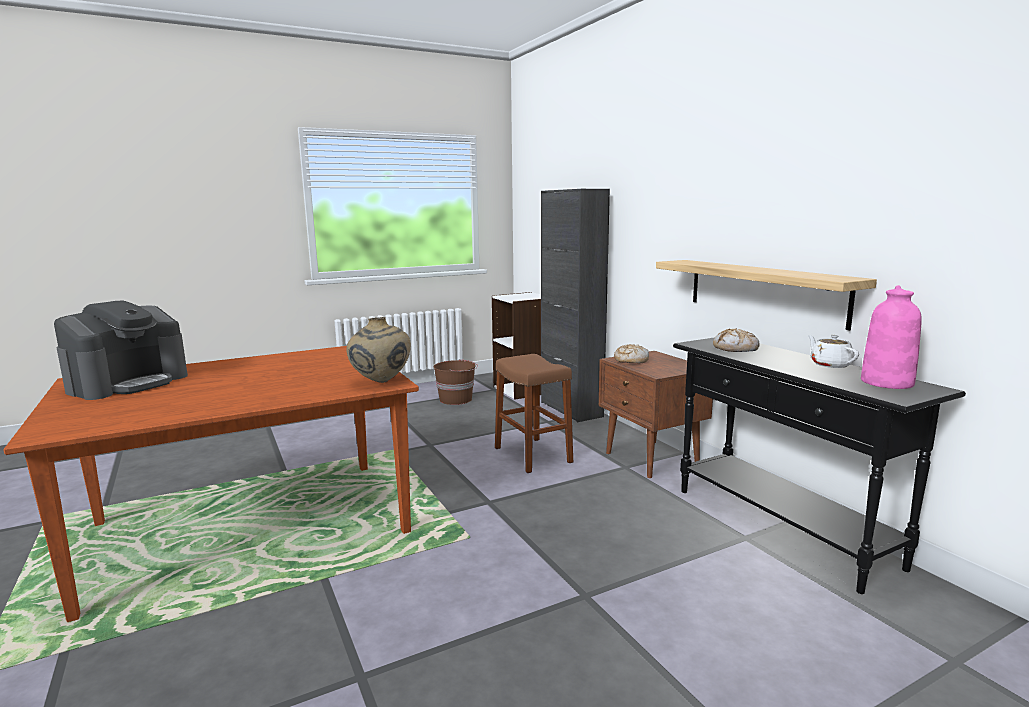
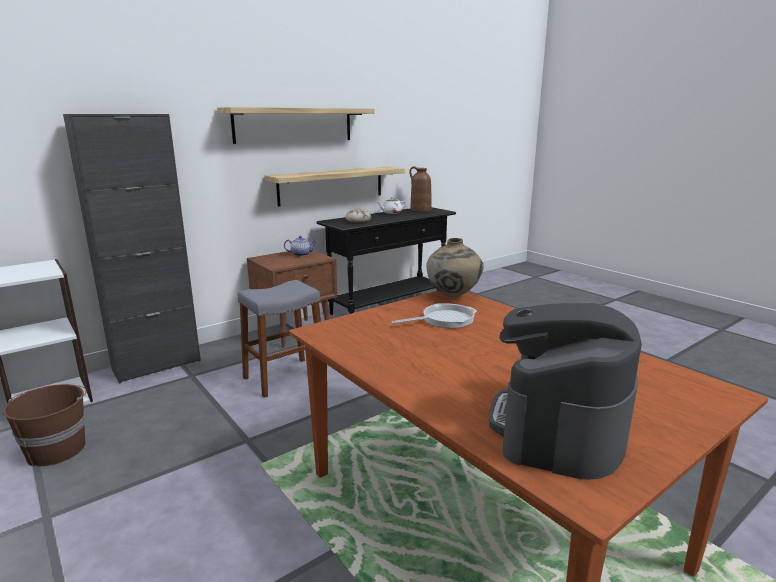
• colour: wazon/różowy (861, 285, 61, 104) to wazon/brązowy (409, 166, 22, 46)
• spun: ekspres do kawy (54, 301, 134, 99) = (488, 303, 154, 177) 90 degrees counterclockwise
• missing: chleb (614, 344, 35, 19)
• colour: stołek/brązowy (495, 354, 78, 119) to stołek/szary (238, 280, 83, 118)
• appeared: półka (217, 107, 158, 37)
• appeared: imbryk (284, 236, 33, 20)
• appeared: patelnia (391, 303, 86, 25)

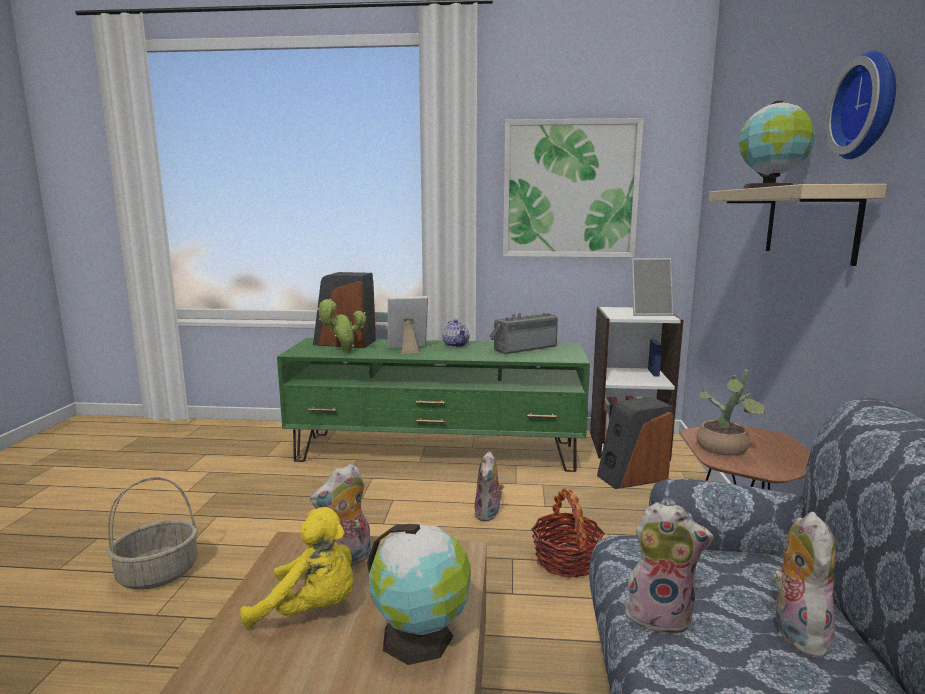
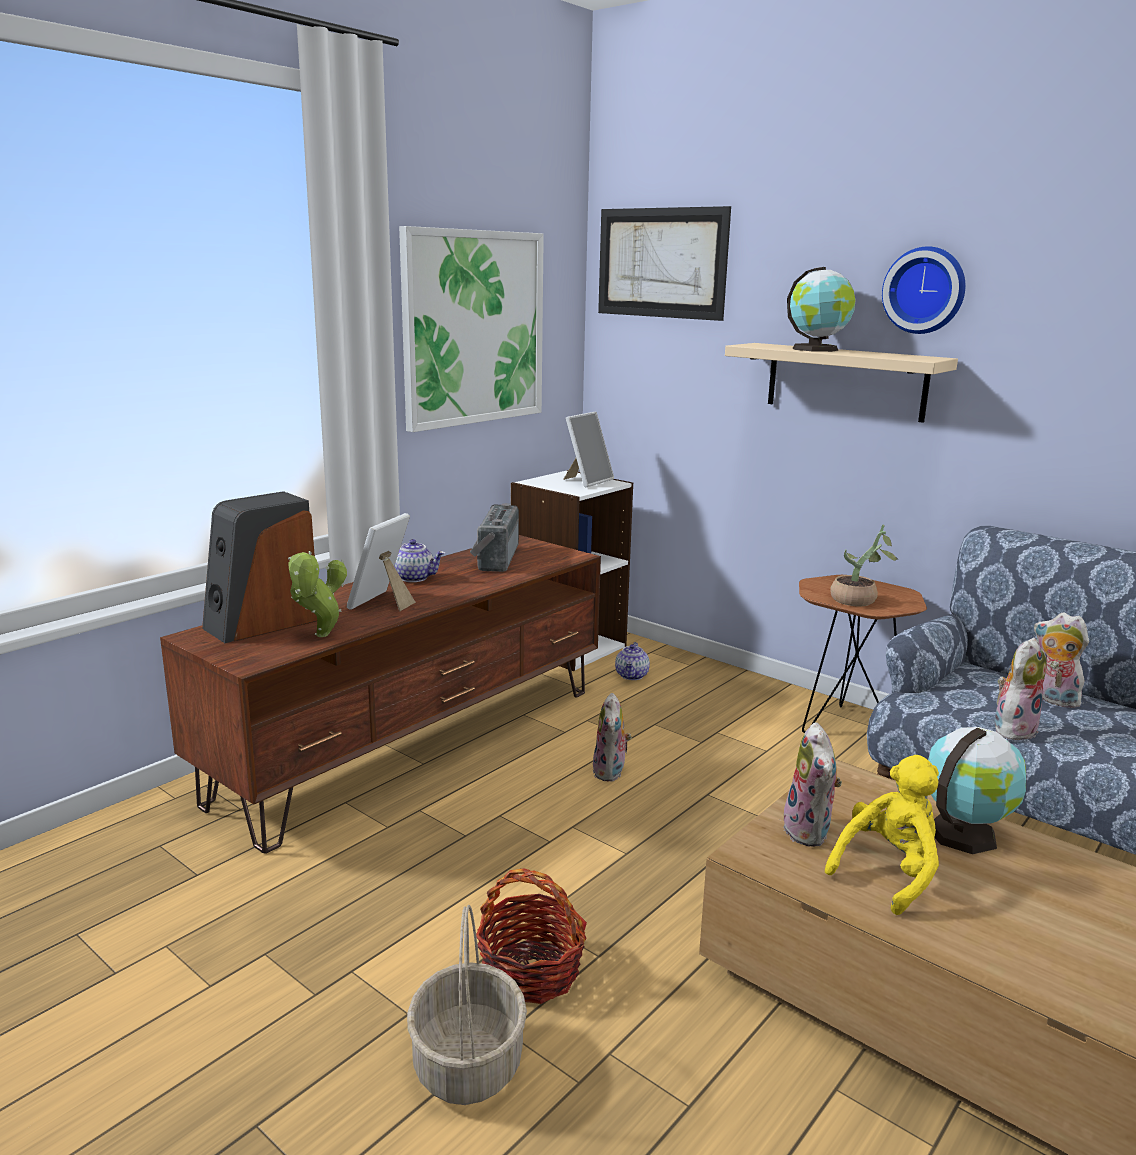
• colour: szafka pod telewizor/zielony (277, 338, 313, 134) to szafka pod telewizor/brązowy (160, 535, 441, 319)
• exchanged: głośnik (597, 397, 77, 92) to imbryk (615, 642, 35, 38)
• spun: pluszak (474, 451, 30, 71) = (592, 693, 40, 89) 45 degrees clockwise
• relocated: koszyk (531, 488, 74, 90) to (476, 868, 111, 136)
• appeared: obraz (598, 206, 133, 115)

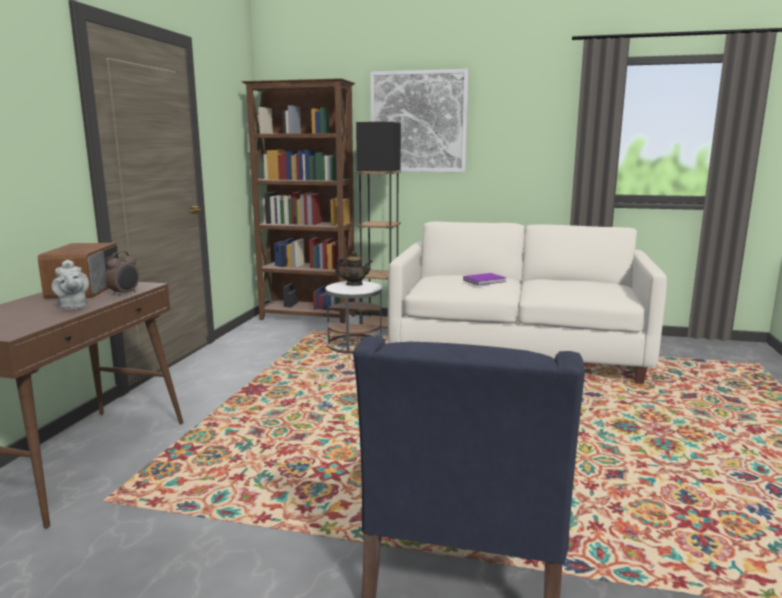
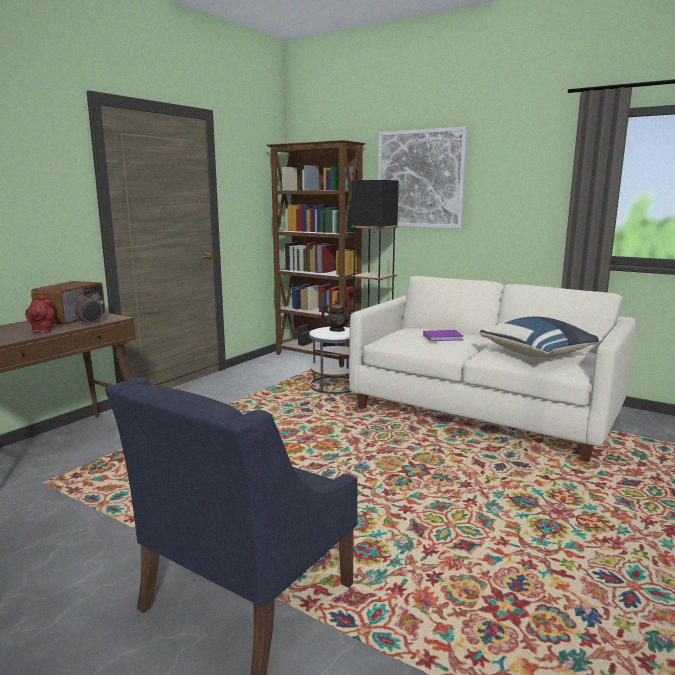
• colour: imbryk/szary (52, 259, 37, 50) to imbryk/czerwony (25, 294, 30, 39)
• appeared: poduszka/niebieski (480, 317, 123, 41)

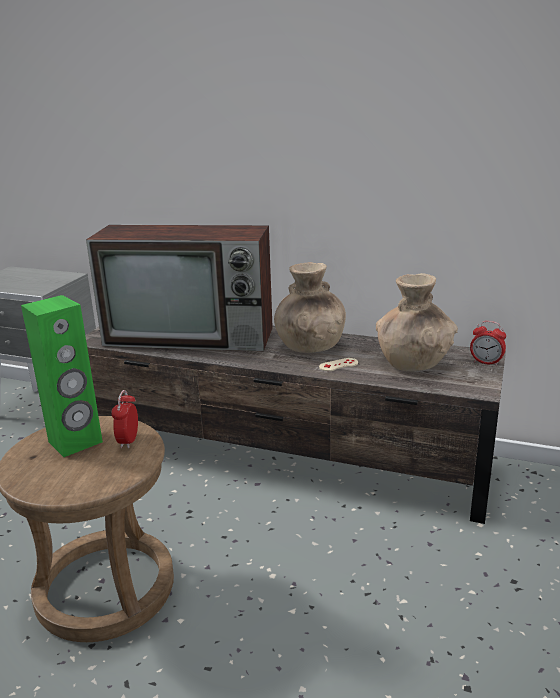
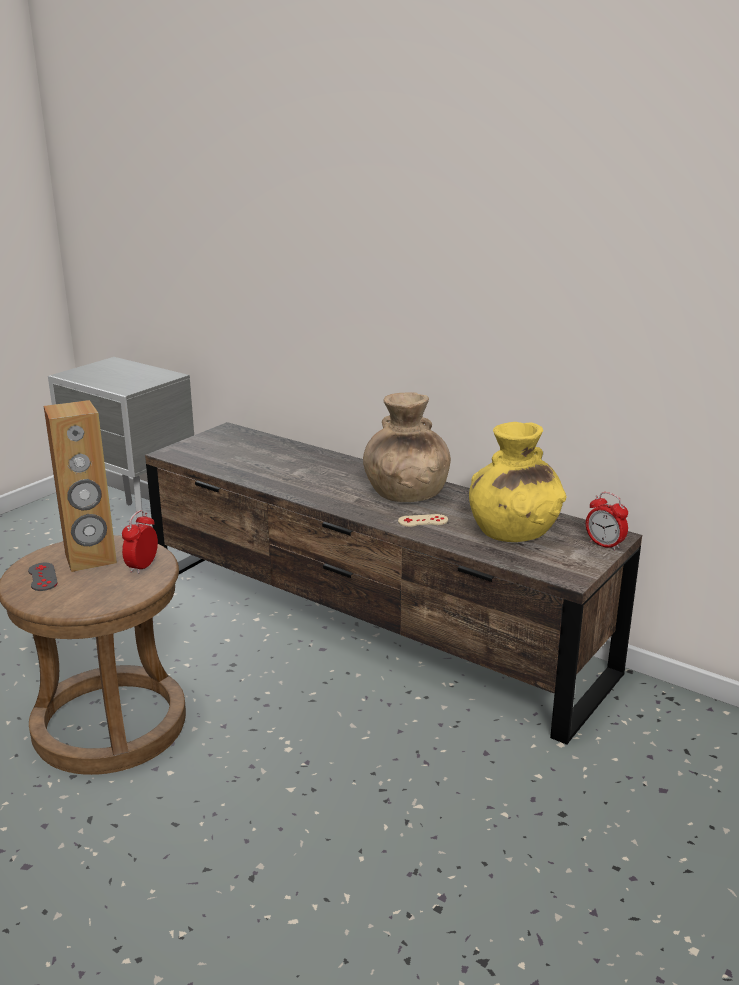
• missing: telewizor (86, 225, 187, 126)
• colour: wazon/brązowy (376, 273, 82, 98) to wazon/żółty (469, 422, 97, 120)
• colour: głośnik/zielony (21, 295, 82, 162) to głośnik/brązowy (44, 400, 73, 172)
• appeared: pad do gier/szary (28, 563, 30, 28)

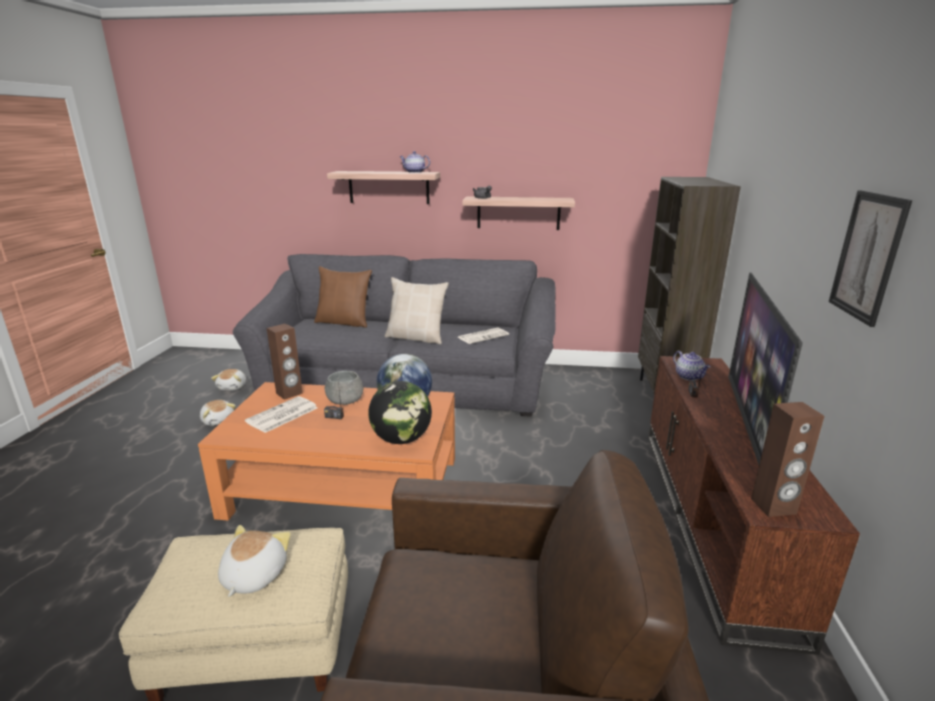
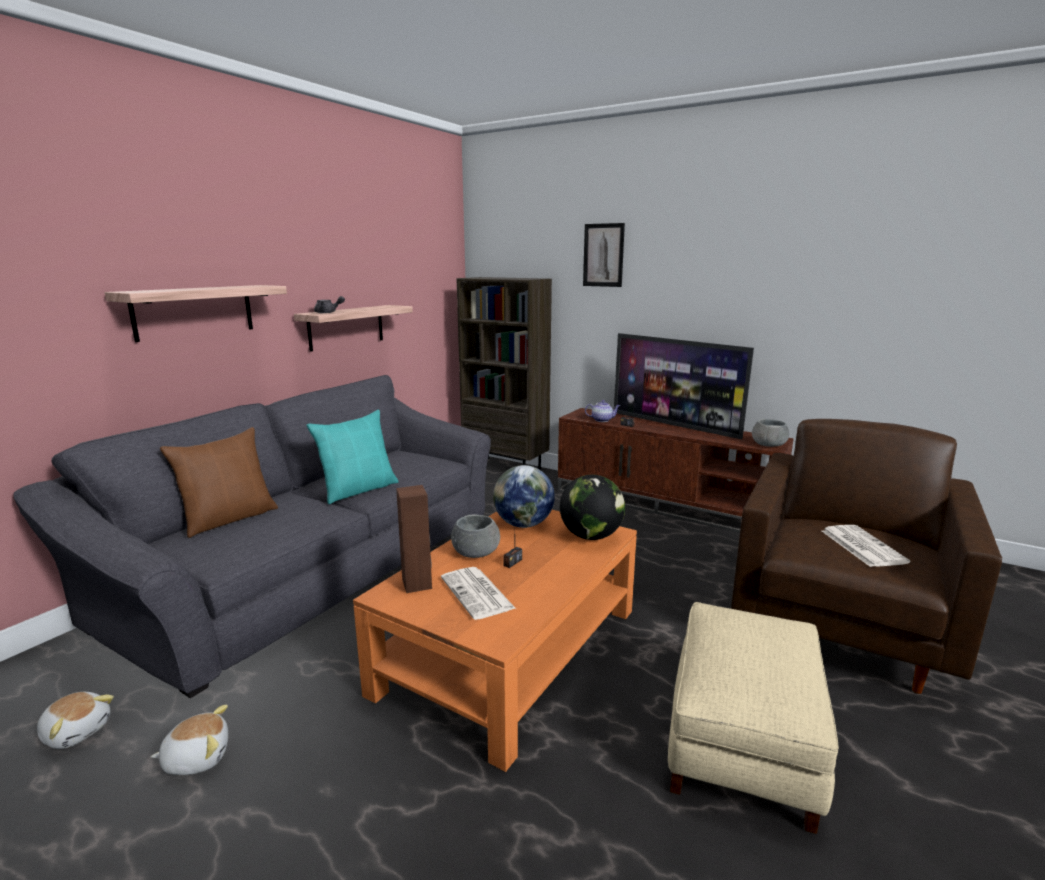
• missing: imbryk (399, 151, 31, 22)
• relocated: obraz (829, 190, 83, 137) to (583, 223, 42, 64)
• colour: poduszka/beżowy (385, 277, 64, 68) to poduszka/turkusowy (306, 410, 92, 94)
• relocated: gazeta (458, 328, 51, 16) to (822, 525, 88, 42)
• exchanged: głośnik/brązowy (751, 402, 73, 115) to miska/szary (752, 419, 37, 28)
• missing: pluszak (218, 525, 73, 72)

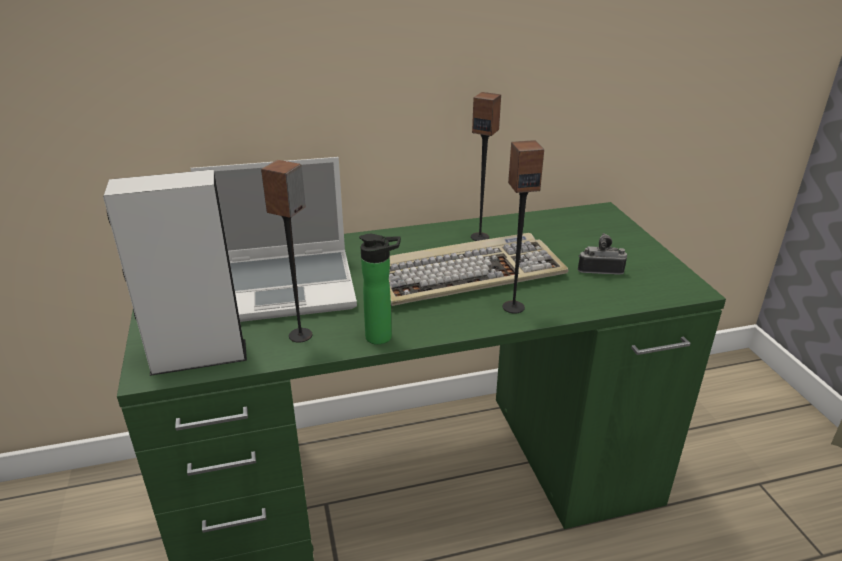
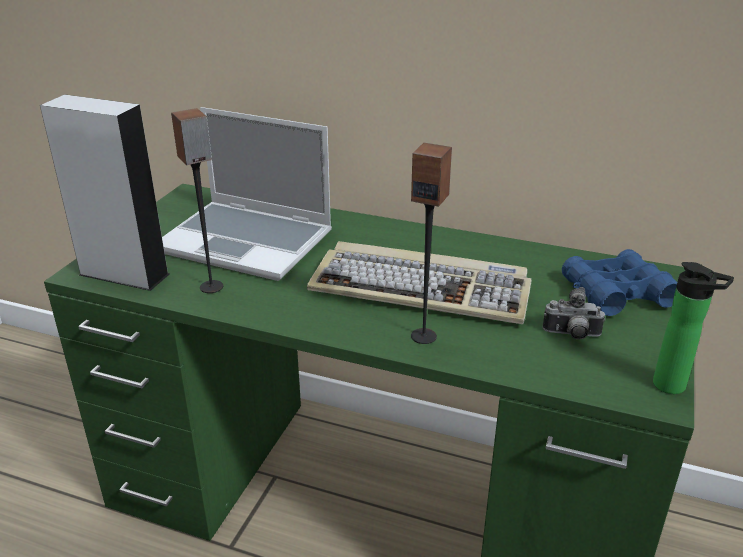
• missing: głośnik (471, 92, 30, 149)
• spun: aparat fotograficzny (578, 233, 49, 42) = (543, 287, 62, 53) 150 degrees clockwise
• relocated: butelka (359, 234, 42, 111) to (653, 262, 81, 132)
• appeared: lornetka/niebieski (562, 249, 115, 67)

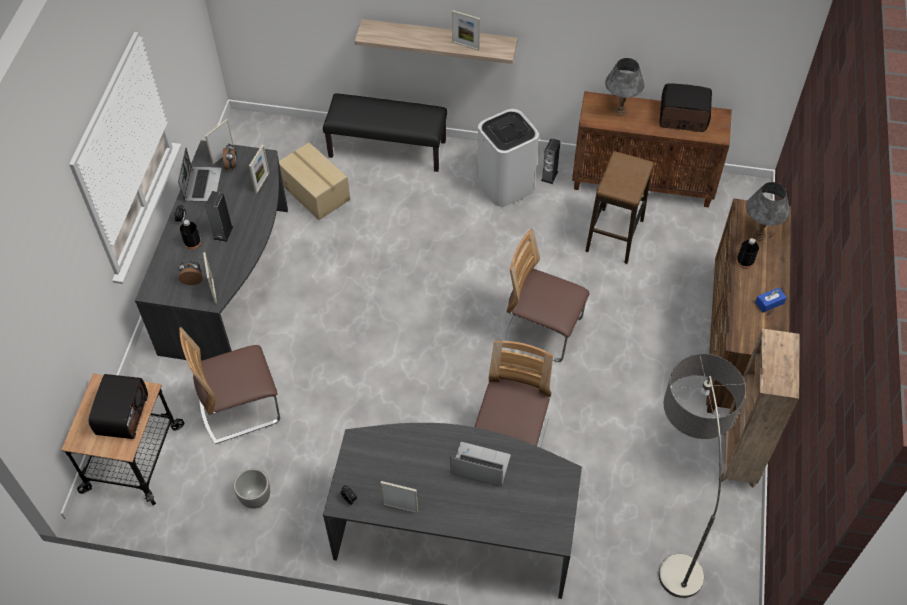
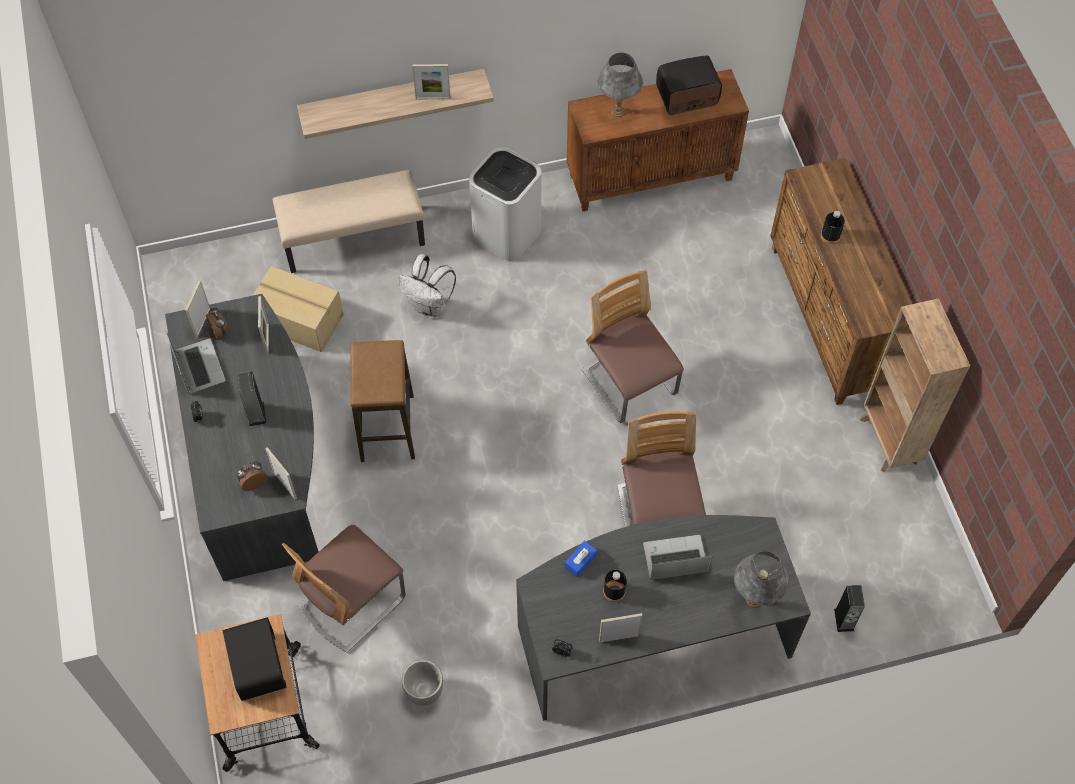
• colour: ławka/czarny (323, 93, 124, 79) to ławka/beżowy (273, 170, 152, 103)
• relocated: głośnik (541, 138, 19, 46) to (834, 585, 31, 47)
• relocated: stołek (585, 151, 69, 113) to (350, 340, 65, 122)
• relocated: lampa stołowa/szary (746, 182, 44, 59) to (734, 551, 55, 57)
• relocated: butelka/czarny (180, 220, 21, 30) to (603, 570, 24, 32)
• spun: krzesło (501, 228, 88, 134) = (582, 270, 102, 153) 60 degrees clockwise
• relocated: pudełko chusteczek/niebieski (755, 288, 32, 24) to (565, 541, 32, 36)
• missing: lampa stojąca (659, 354, 87, 244)
• appeared: plecak/biały (399, 254, 57, 65)

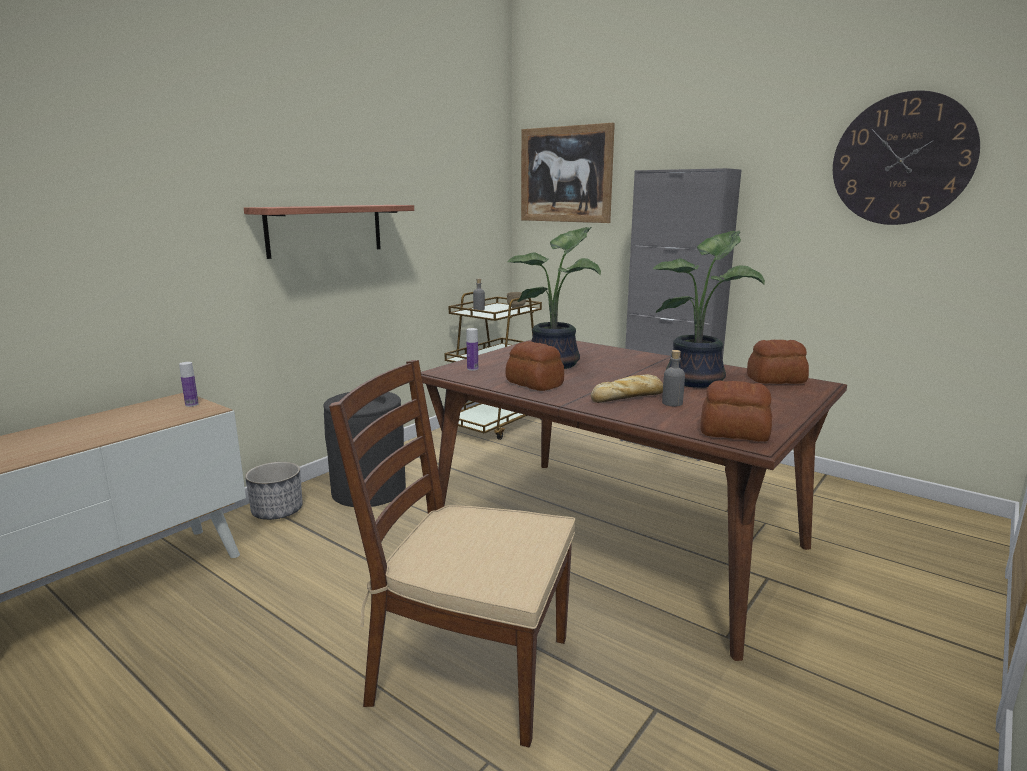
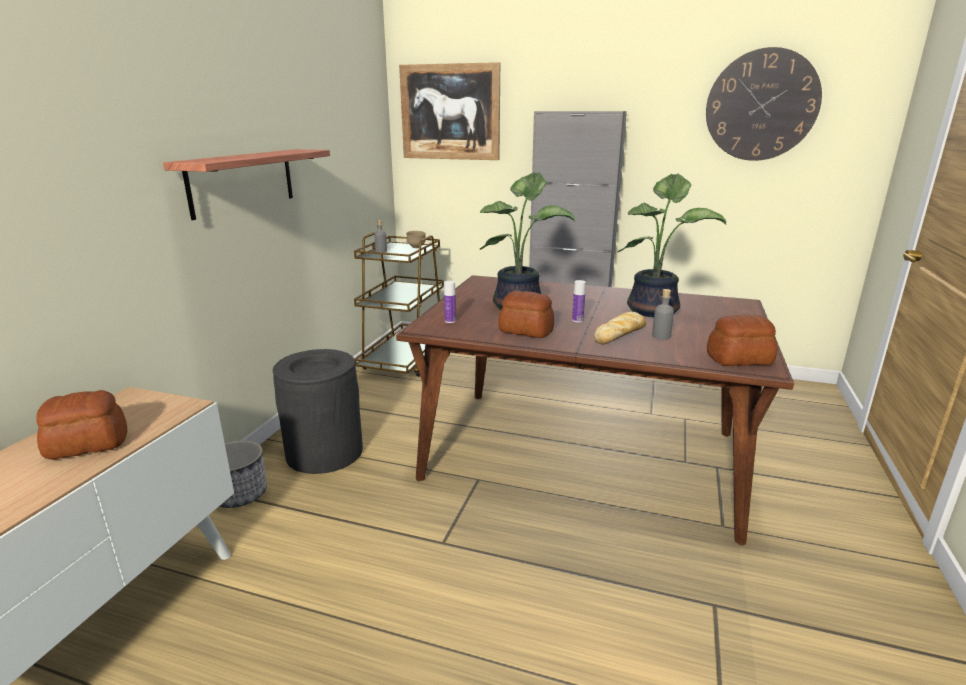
• relocated: chleb (747, 340, 62, 44) to (36, 390, 92, 70)
• missing: krzesło/brązowy (329, 360, 246, 388)
• relocated: butelka (179, 362, 20, 45) to (572, 280, 14, 42)

